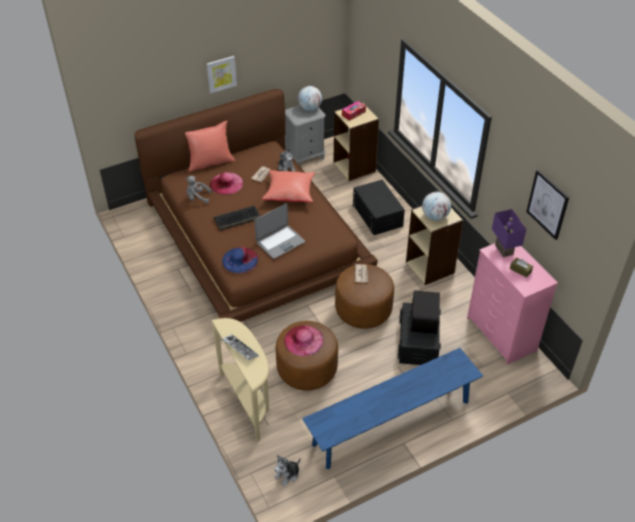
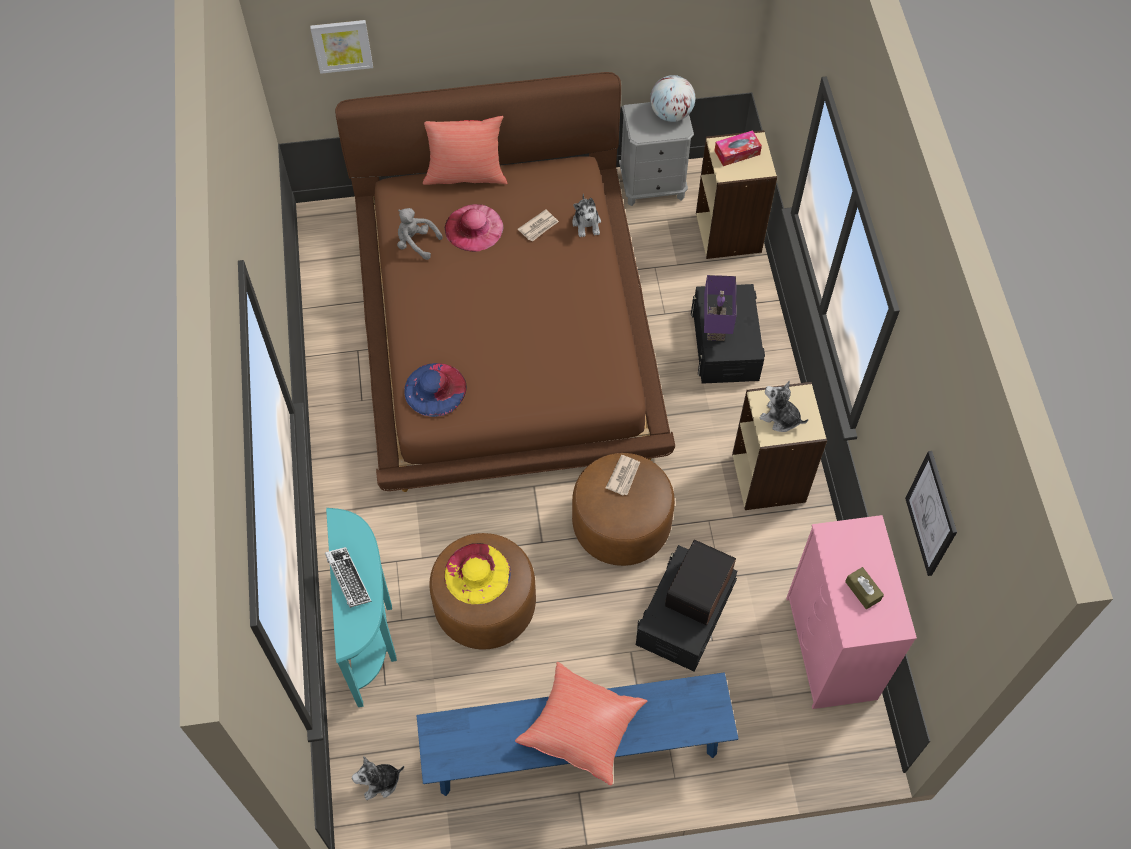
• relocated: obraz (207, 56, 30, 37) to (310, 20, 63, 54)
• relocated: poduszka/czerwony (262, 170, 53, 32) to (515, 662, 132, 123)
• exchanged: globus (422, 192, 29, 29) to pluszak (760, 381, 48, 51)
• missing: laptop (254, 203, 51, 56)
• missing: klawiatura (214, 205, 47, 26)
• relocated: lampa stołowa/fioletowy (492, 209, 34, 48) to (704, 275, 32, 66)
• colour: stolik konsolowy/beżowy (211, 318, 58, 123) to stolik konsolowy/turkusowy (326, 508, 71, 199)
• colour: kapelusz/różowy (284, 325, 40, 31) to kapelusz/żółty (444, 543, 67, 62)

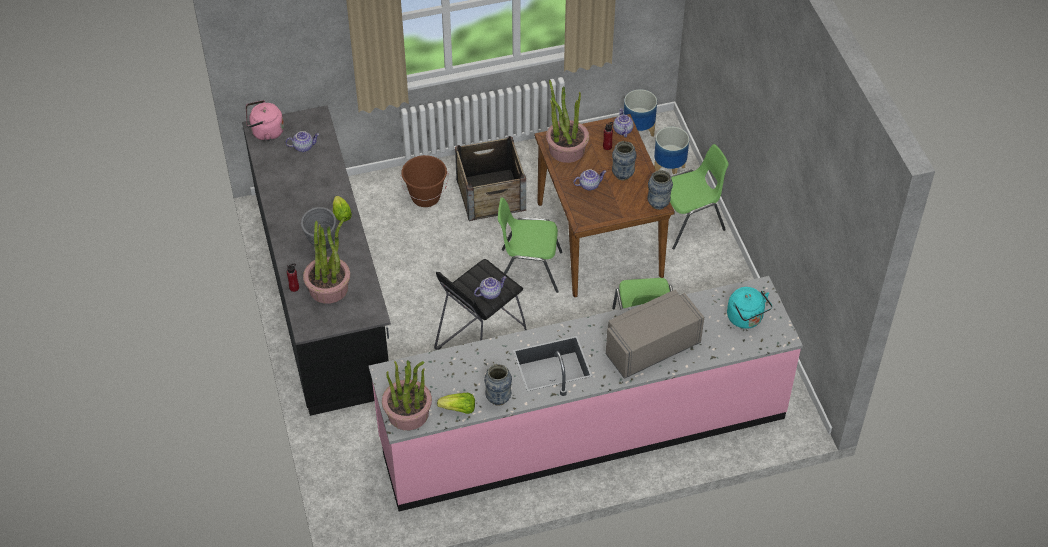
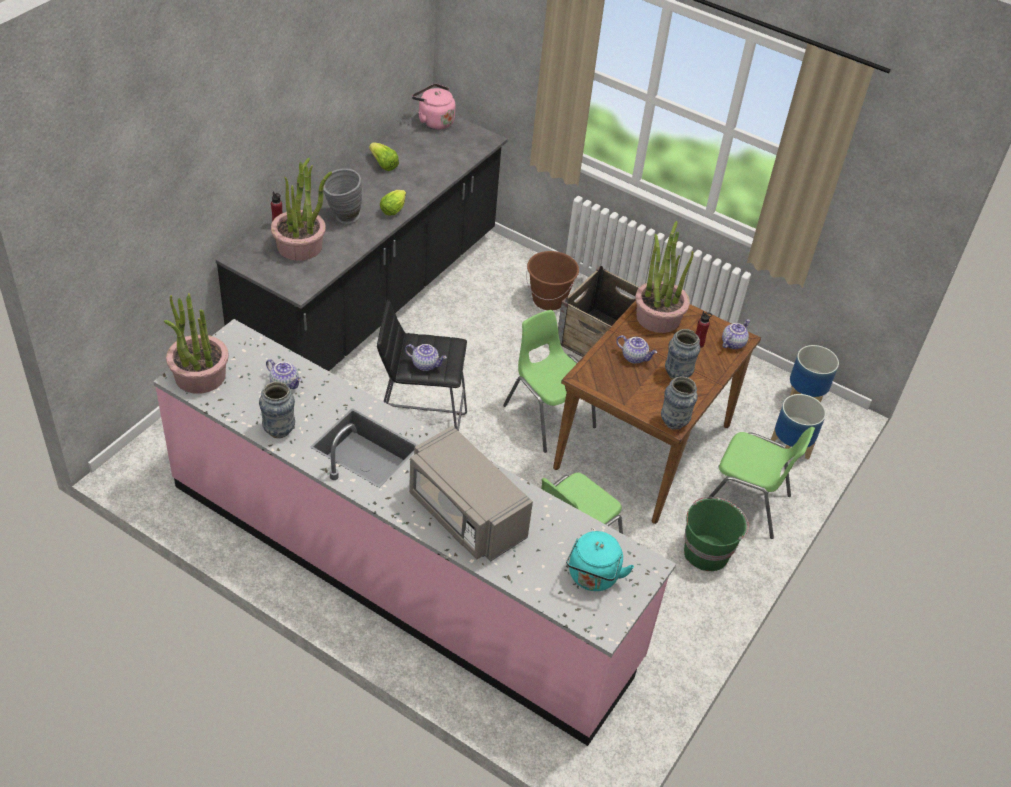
• relocated: imbryk (285, 131, 35, 21) to (266, 359, 36, 30)
• spun: mikrofalówka/szary (606, 290, 98, 89) = (409, 426, 124, 135) 150 degrees counterclockwise
• relocated: sałata (437, 393, 38, 21) to (369, 142, 30, 29)
• appeared: wiadro/zielony (684, 497, 65, 74)

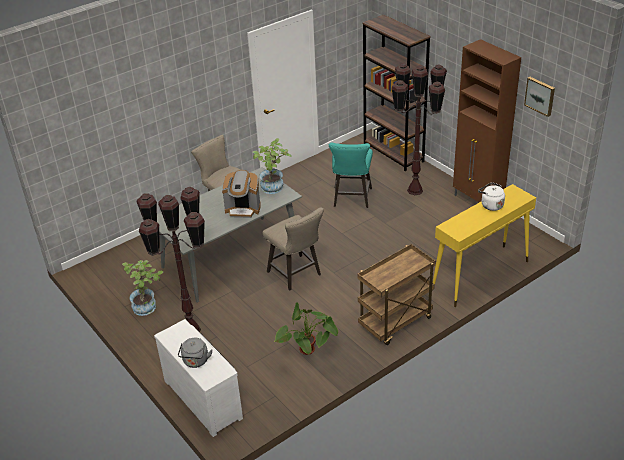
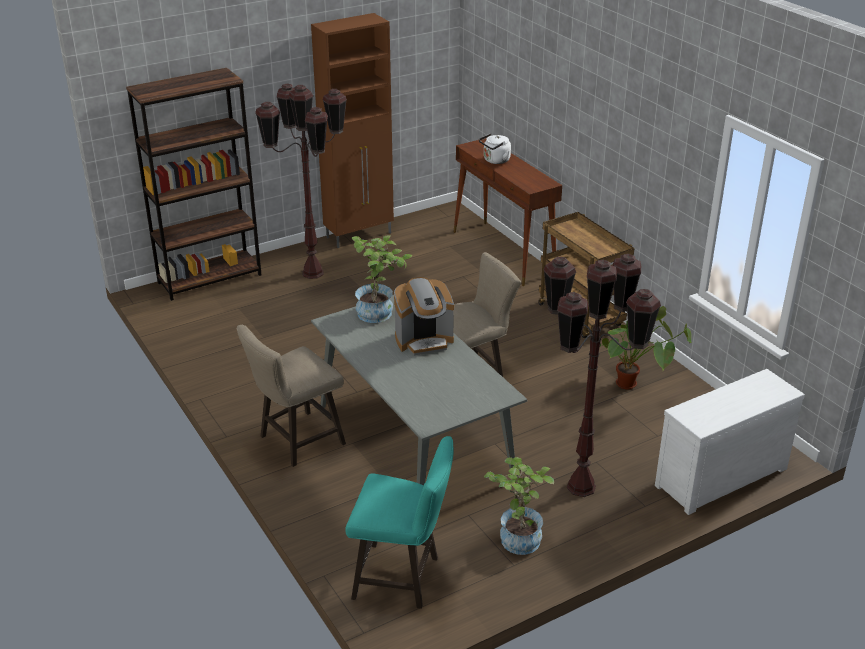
• missing: obraz (524, 77, 31, 40)
• relocated: stołek/turkusowy (329, 142, 44, 66) to (345, 436, 109, 173)
• spun: ekspres do kawy (222, 170, 39, 48) = (394, 277, 60, 78) 60 degrees clockwise
• colour: stolik konsolowy/żółty (433, 184, 103, 123) to stolik konsolowy/brązowy (453, 138, 109, 148)
• missing: czajnik/szary (178, 338, 34, 30)

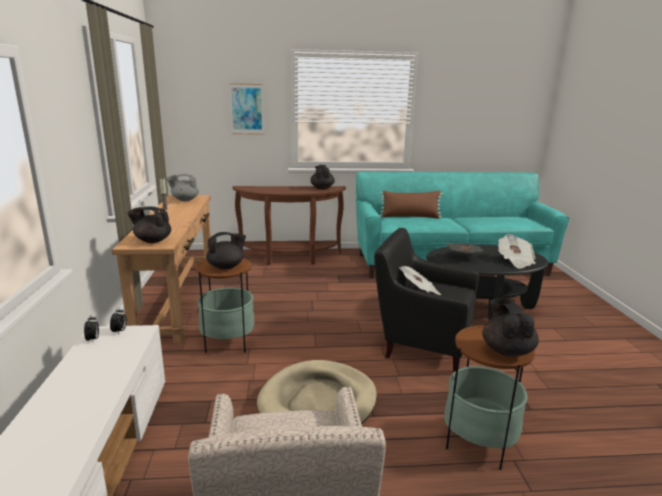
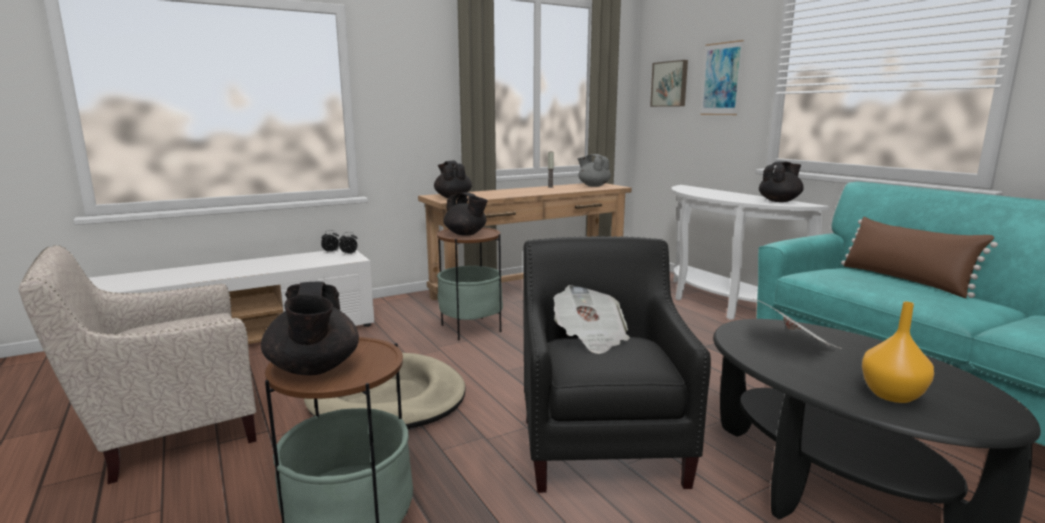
• colour: stolik konsolowy/brązowy (232, 186, 114, 79) to stolik konsolowy/biały (671, 185, 158, 135)
• exchanged: gazeta (498, 234, 38, 34) to wazon/pomarańczowy (862, 302, 72, 101)
• spun: imbryk/czarny (482, 298, 57, 59) = (261, 282, 98, 93) 105 degrees clockwise
• appeared: obraz (650, 60, 38, 47)

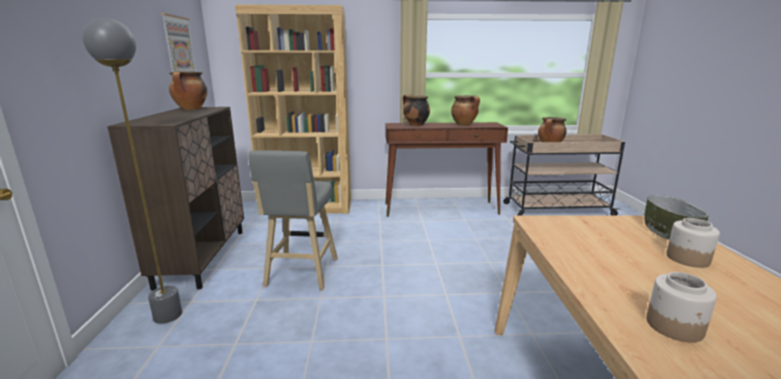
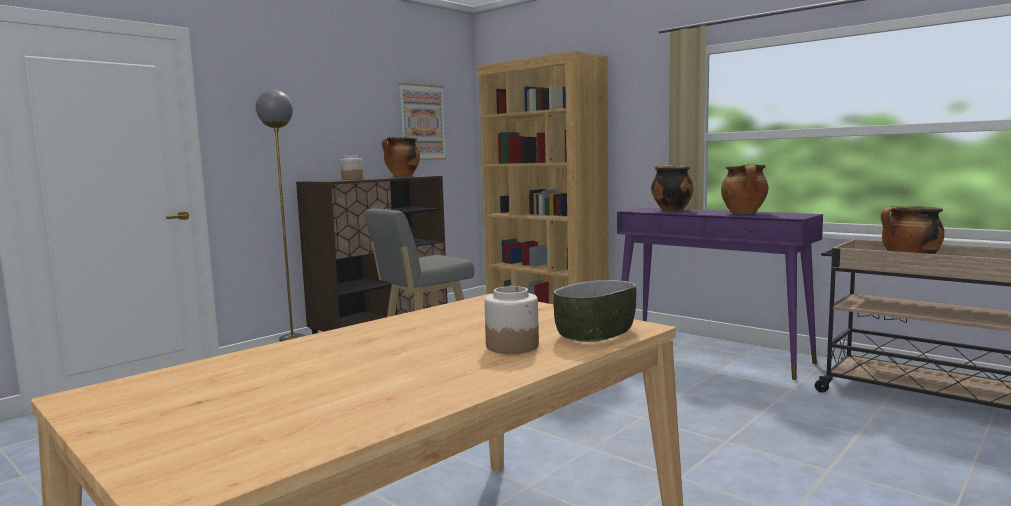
• colour: stolik konsolowy/brązowy (385, 122, 123, 95) to stolik konsolowy/fioletowy (617, 208, 206, 172)
• relocated: słoik (646, 272, 71, 71) to (340, 156, 23, 24)

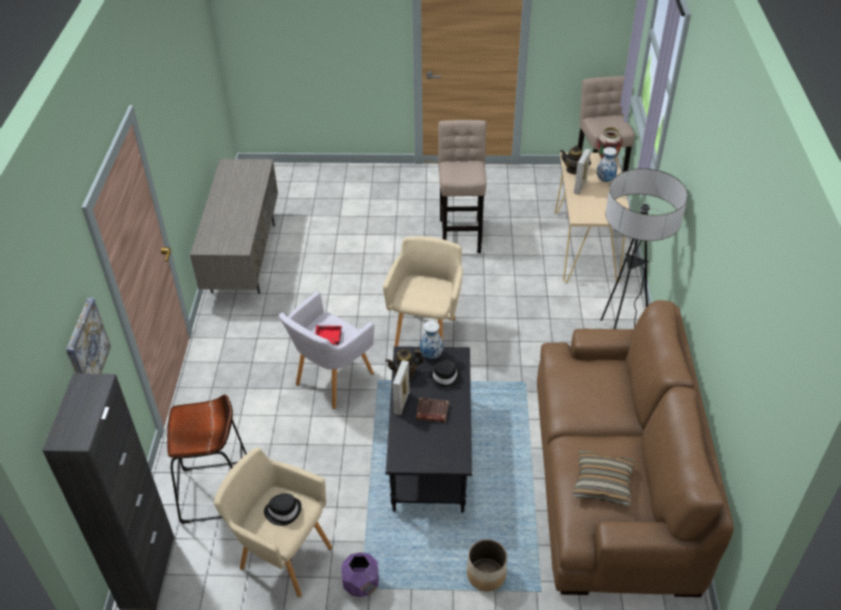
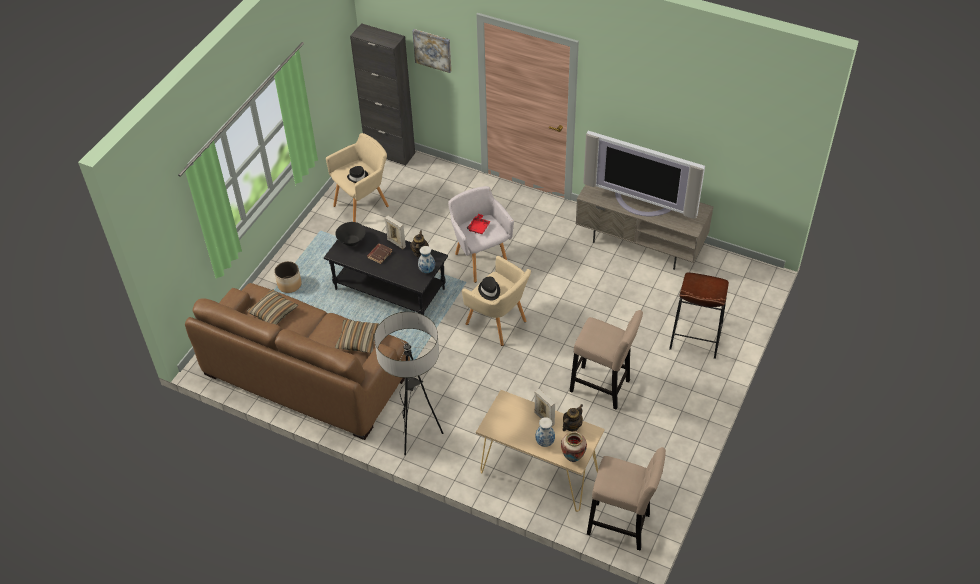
• relocated: kapelusz/czarny (429, 360, 33, 27) to (478, 277, 22, 23)
• relocated: stołek/brązowy (167, 395, 80, 129) to (669, 272, 60, 87)
• missing: donica/fioletowy (341, 553, 38, 44)
• appeared: telewizor (583, 131, 122, 88)
• appeared: miska/czarny (335, 222, 31, 24)
• appeared: poduszka (335, 320, 44, 33)

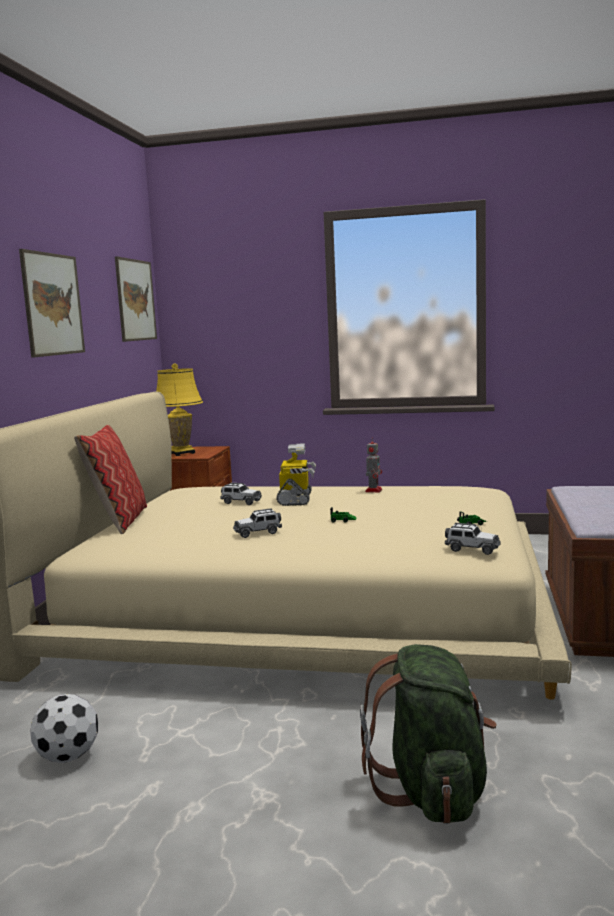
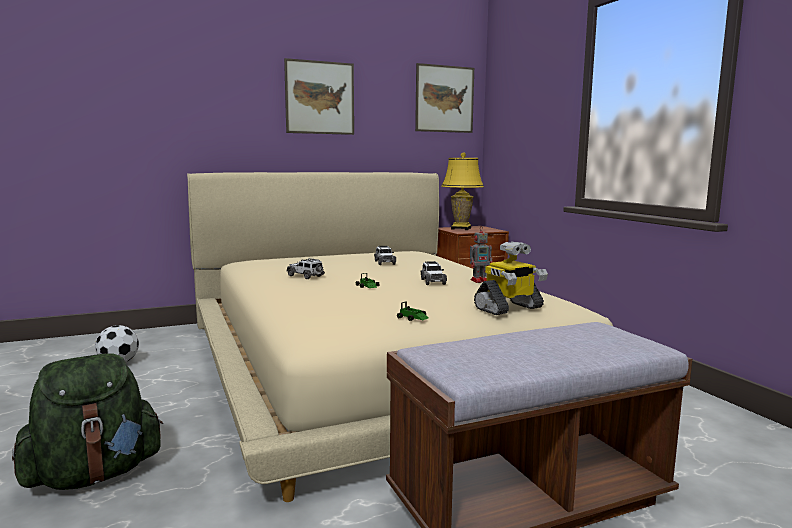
• missing: poduszka (74, 425, 73, 109)
• relocated: robot zabawkowy (276, 443, 40, 63) to (474, 241, 74, 74)
• relocated: samochodzik (445, 523, 56, 32) to (420, 261, 27, 24)

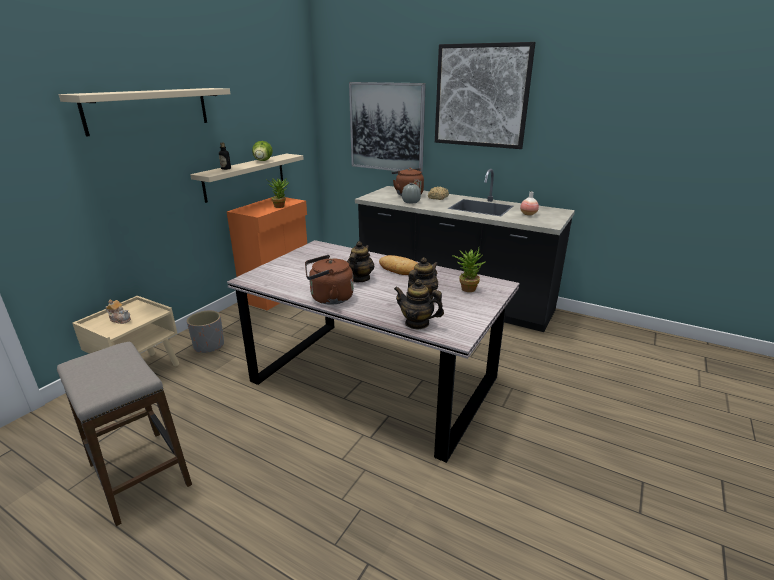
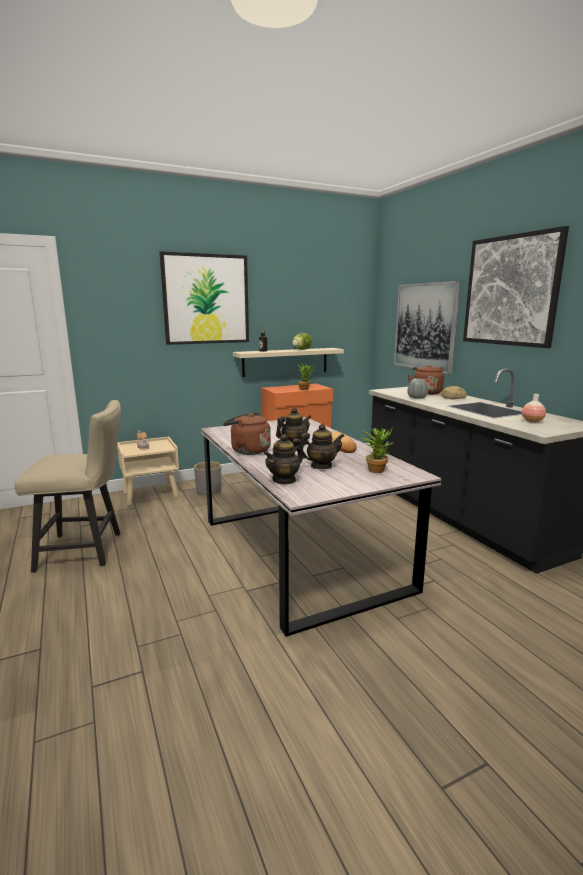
• exchanged: półka/beżowy (58, 88, 172, 48) to obraz (160, 251, 89, 94)
• spun: imbryk (394, 279, 50, 50) = (264, 434, 39, 51) 105 degrees counterclockwise
• exchanged: stołek (57, 342, 135, 184) to krzesło/beżowy (14, 400, 107, 173)

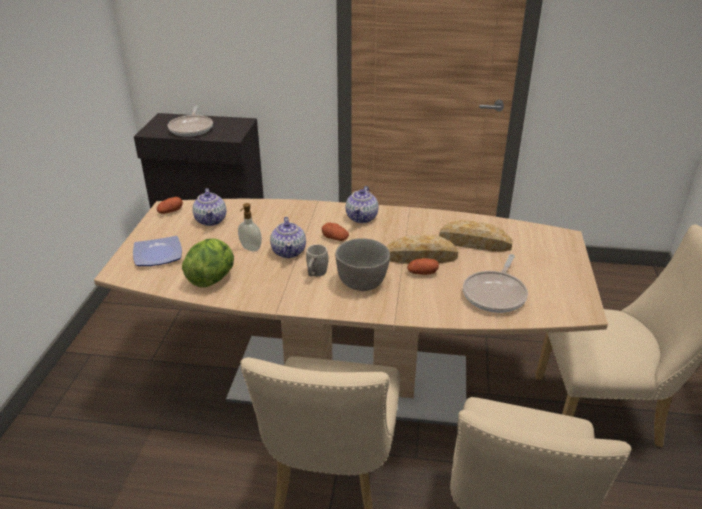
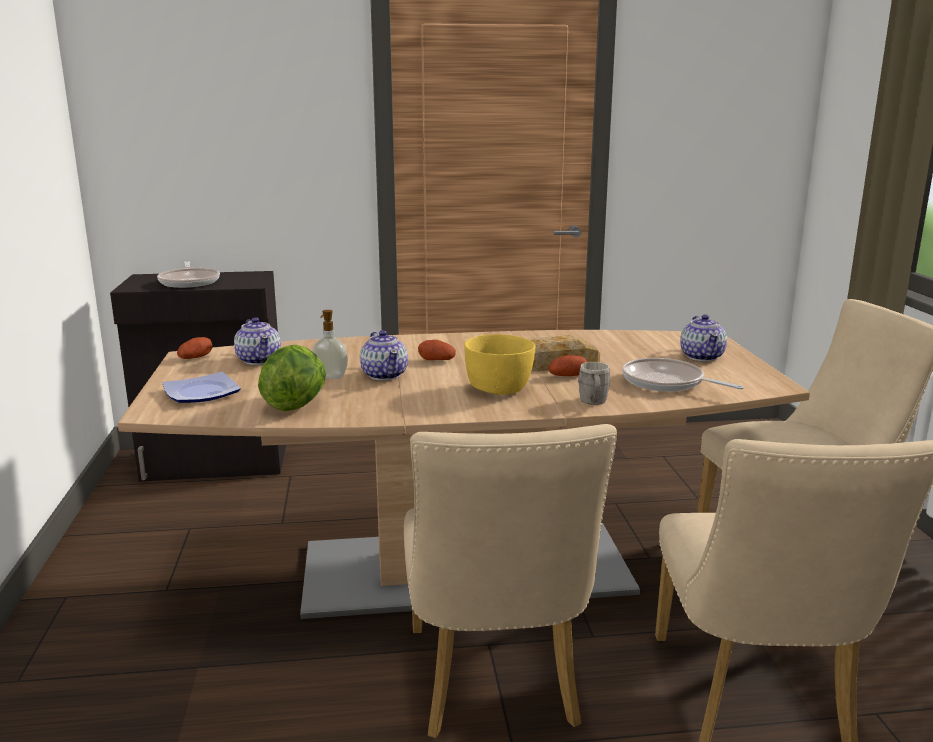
• relocated: imbryk (346, 186, 32, 37) to (680, 315, 47, 46)
• missing: chleb (439, 220, 74, 31)
• colour: miska/szary (335, 238, 55, 53) to miska/żółty (464, 334, 71, 61)
• relocated: kubek/szary (306, 244, 23, 33) to (578, 362, 32, 43)
• spun: patelnia (463, 254, 65, 59) = (622, 358, 122, 34) 120 degrees clockwise

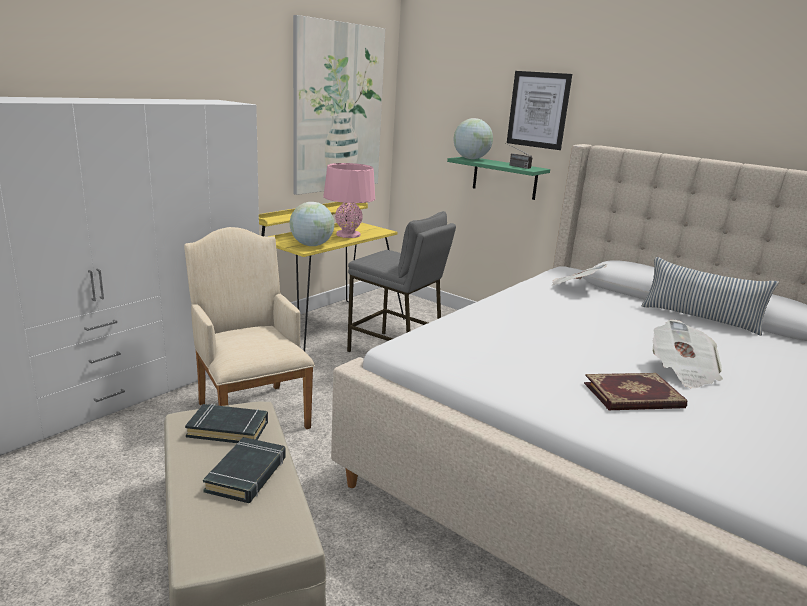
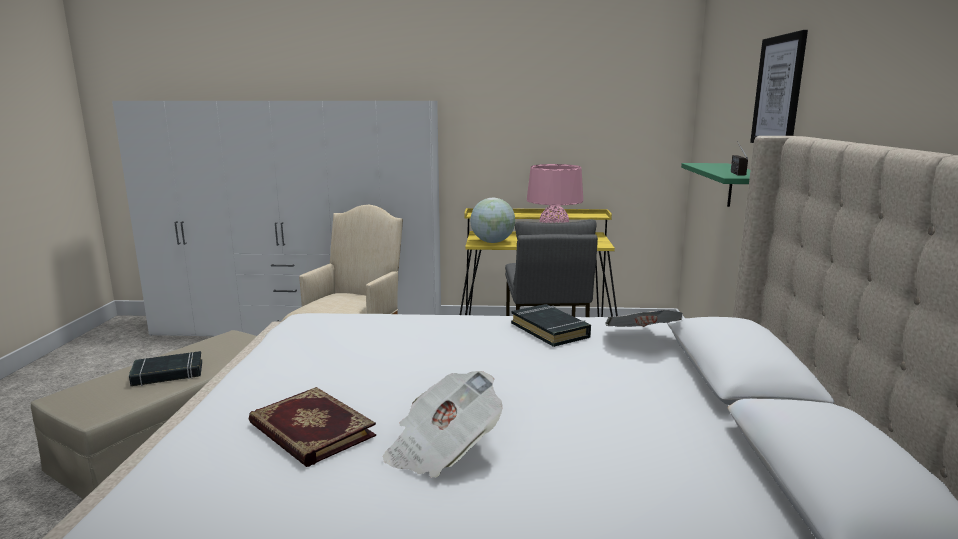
• missing: obraz (293, 15, 92, 180)
• missing: globus (454, 118, 39, 41)
• missing: poduszka (642, 257, 137, 79)
• relocated: książka/czarny (185, 404, 83, 39) to (511, 304, 80, 43)

